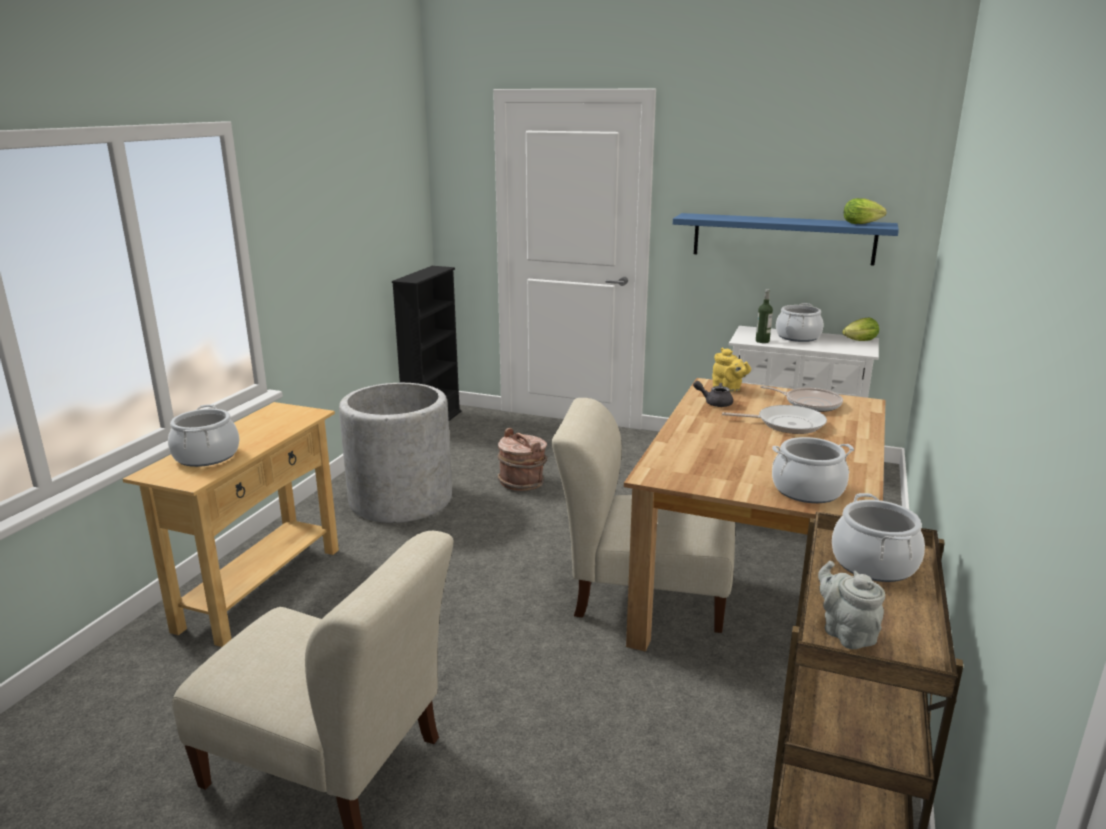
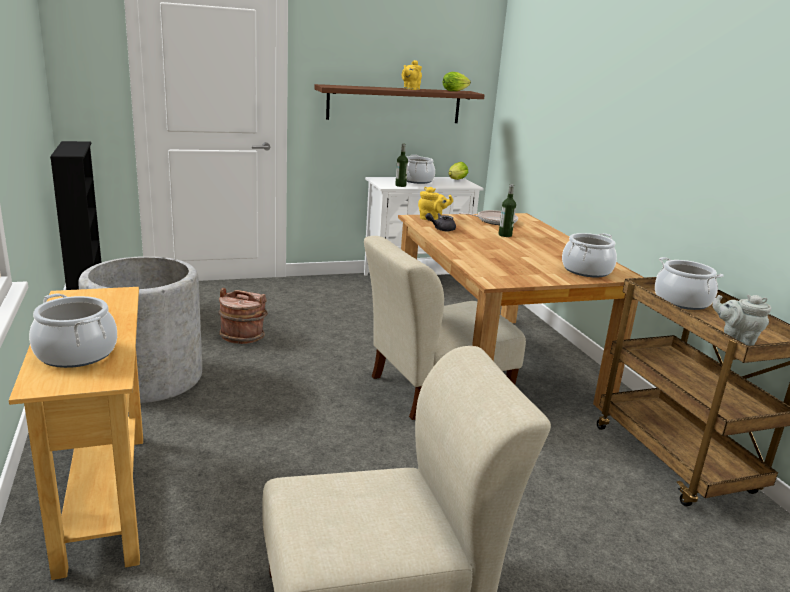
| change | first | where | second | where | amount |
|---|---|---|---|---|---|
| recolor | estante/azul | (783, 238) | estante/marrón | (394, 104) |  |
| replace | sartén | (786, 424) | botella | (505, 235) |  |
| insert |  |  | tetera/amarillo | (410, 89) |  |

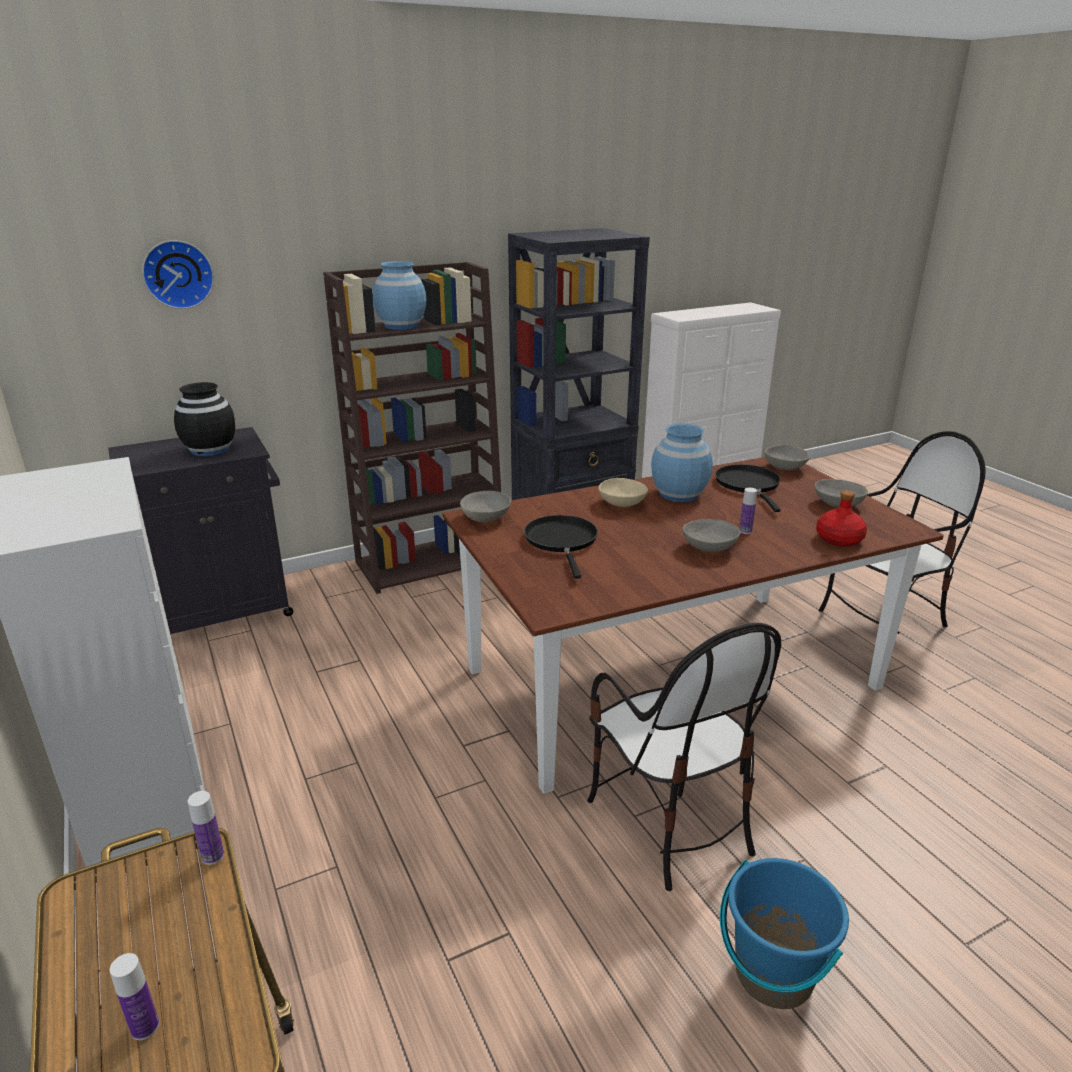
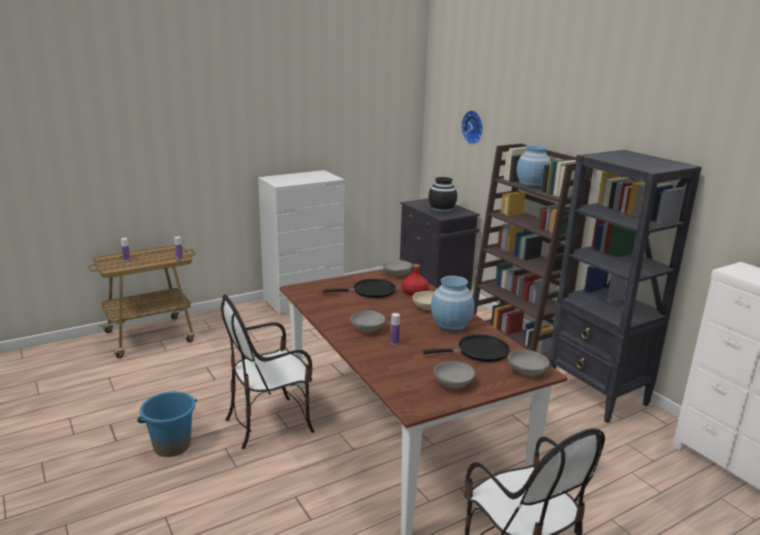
| change | first | where | second | where | amount |
|---|---|---|---|---|---|
| move | botella/rojo | (838, 539) |  | (414, 292) |  |

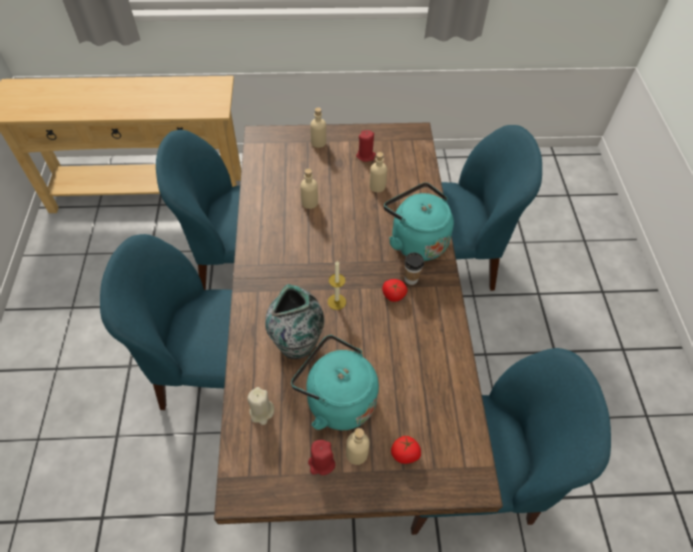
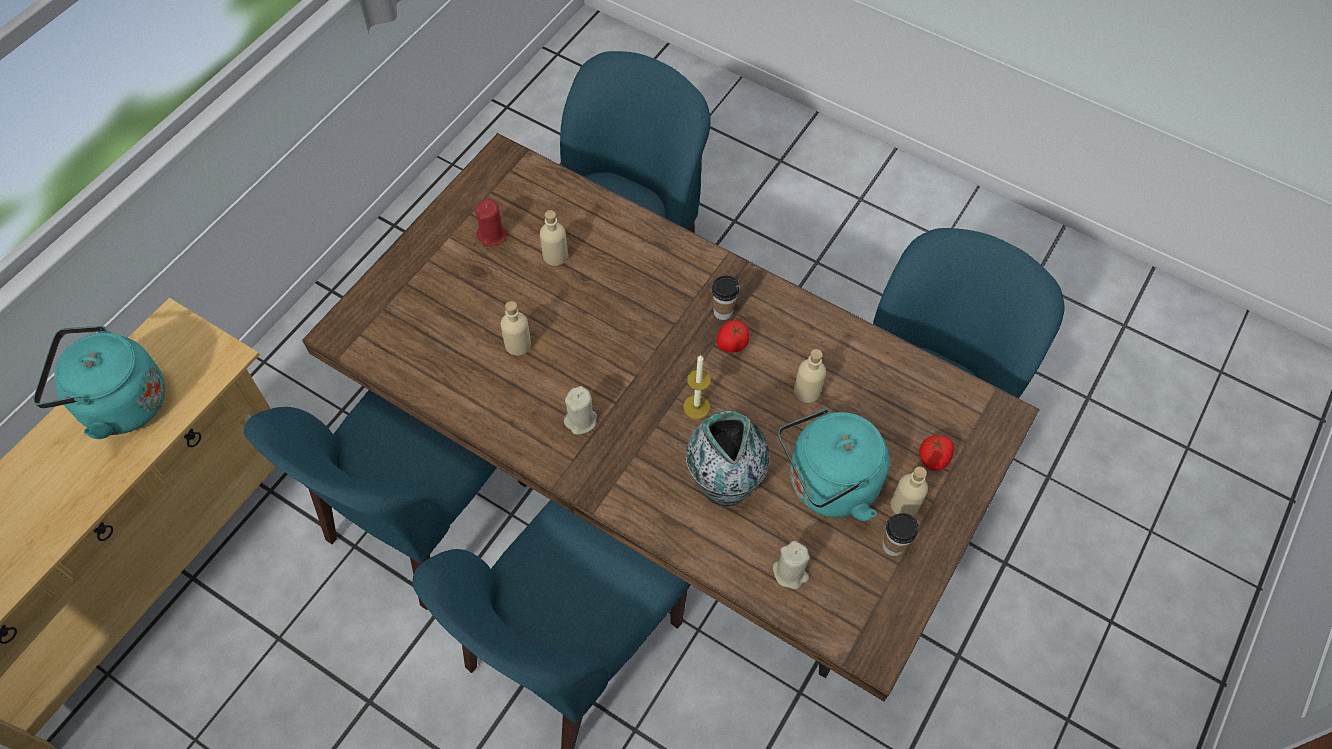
| change | first | where | second | where | amount |
|---|---|---|---|---|---|
| move | botella/beis | (318, 142) |  | (807, 391) |  |
| move | hervidor/turquesa | (415, 240) |  | (118, 403) |  |
| replace | vela/rojo | (321, 463) | taza | (893, 546) |  |
| insert |  |  | vela/beis | (581, 420) |  |

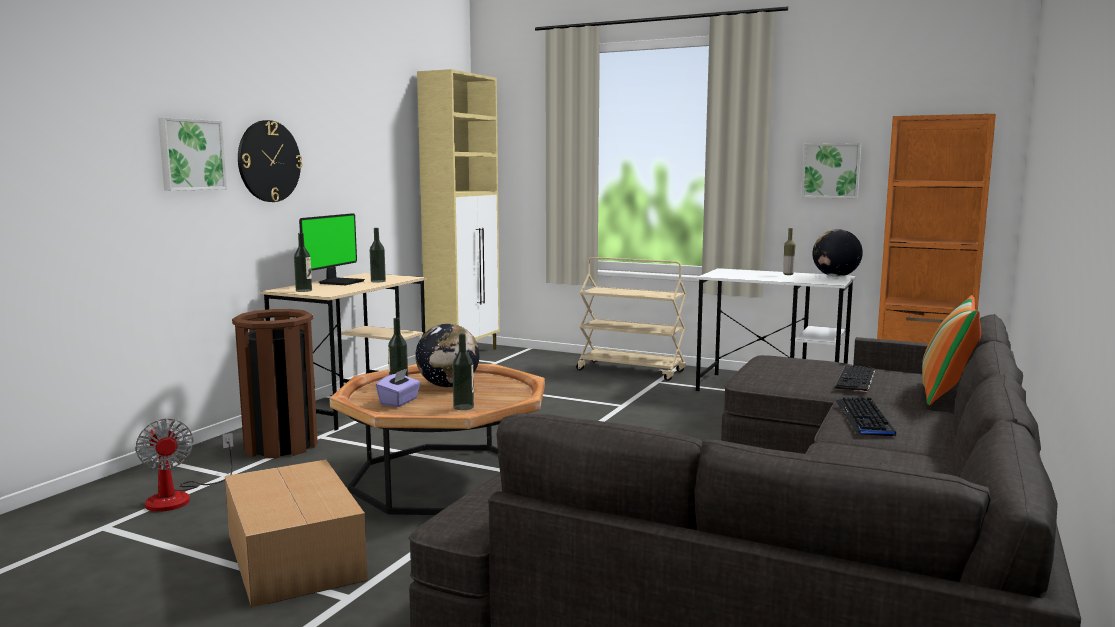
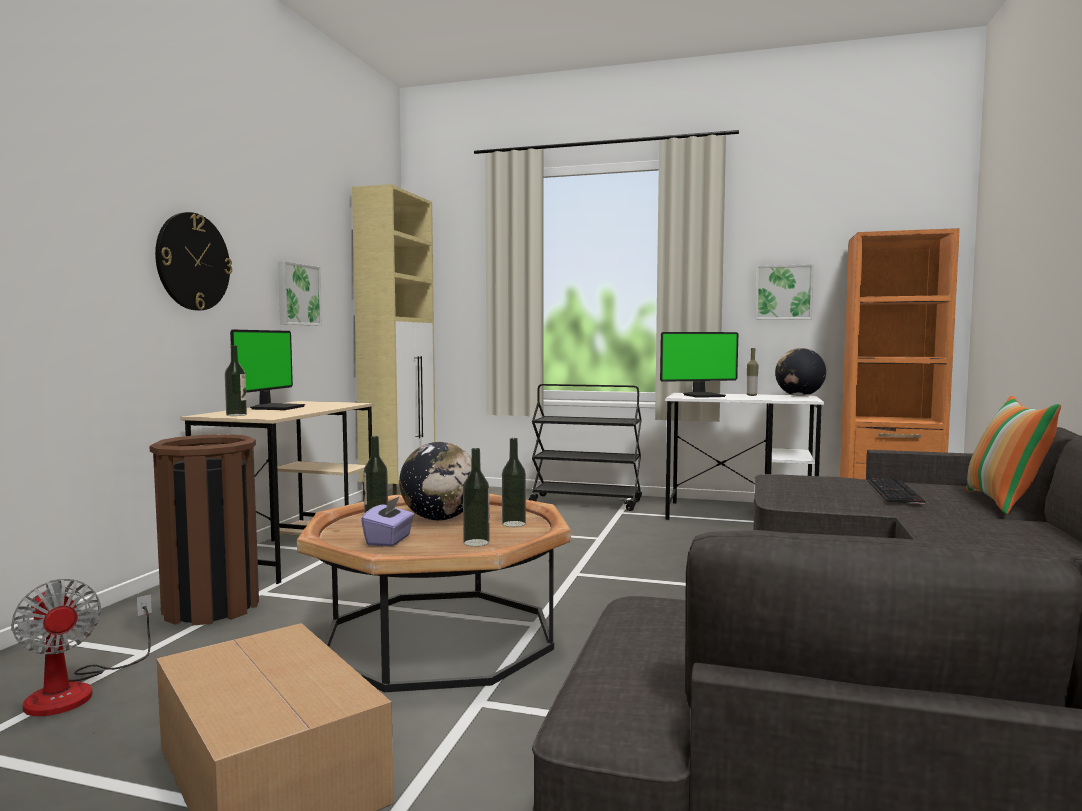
| change | first | where | second | where | amount |
|---|---|---|---|---|---|
| move | cuadro | (190, 154) |  | (297, 294) |  |
| move | botella | (378, 281) |  | (513, 524) |  |
| recolor | carrito/beis | (631, 371) | carrito/negro | (586, 503) |  |
| delete | teclado | (864, 418) |  |  |  |
| insert |  |  | monitor | (703, 396) |  |

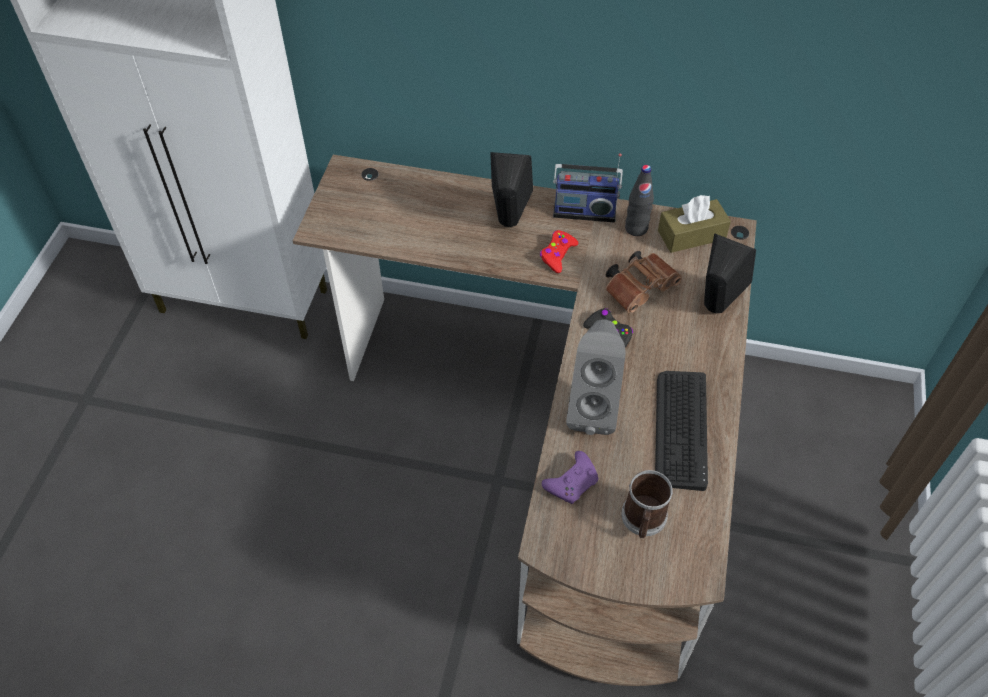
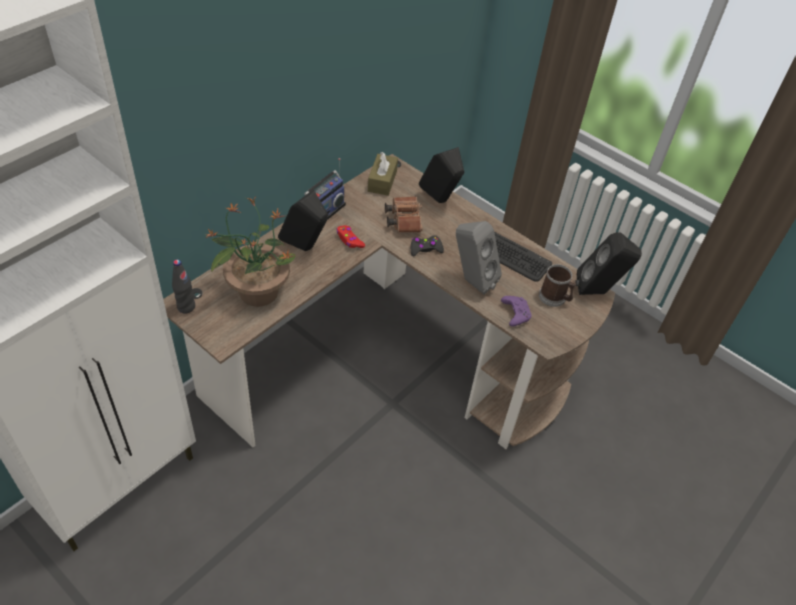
| change | first | where | second | where | amount |
|---|---|---|---|---|---|
| move | botella/negro | (636, 228) |  | (186, 307) |  |
| insert |  |  | planta en maceta | (257, 291) |  |
| insert |  |  | altavoz/negro | (598, 292) |  |

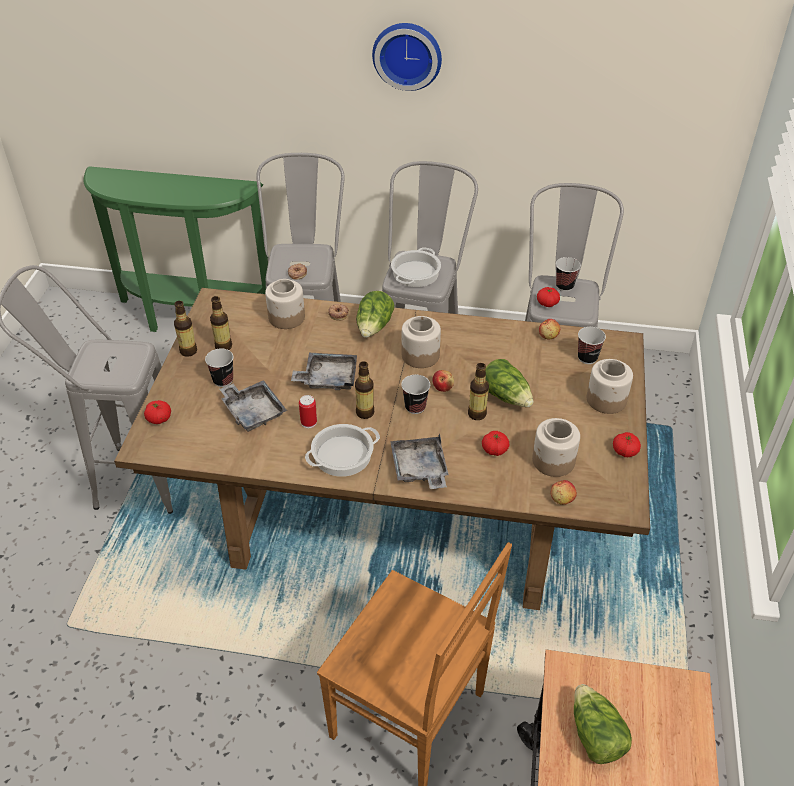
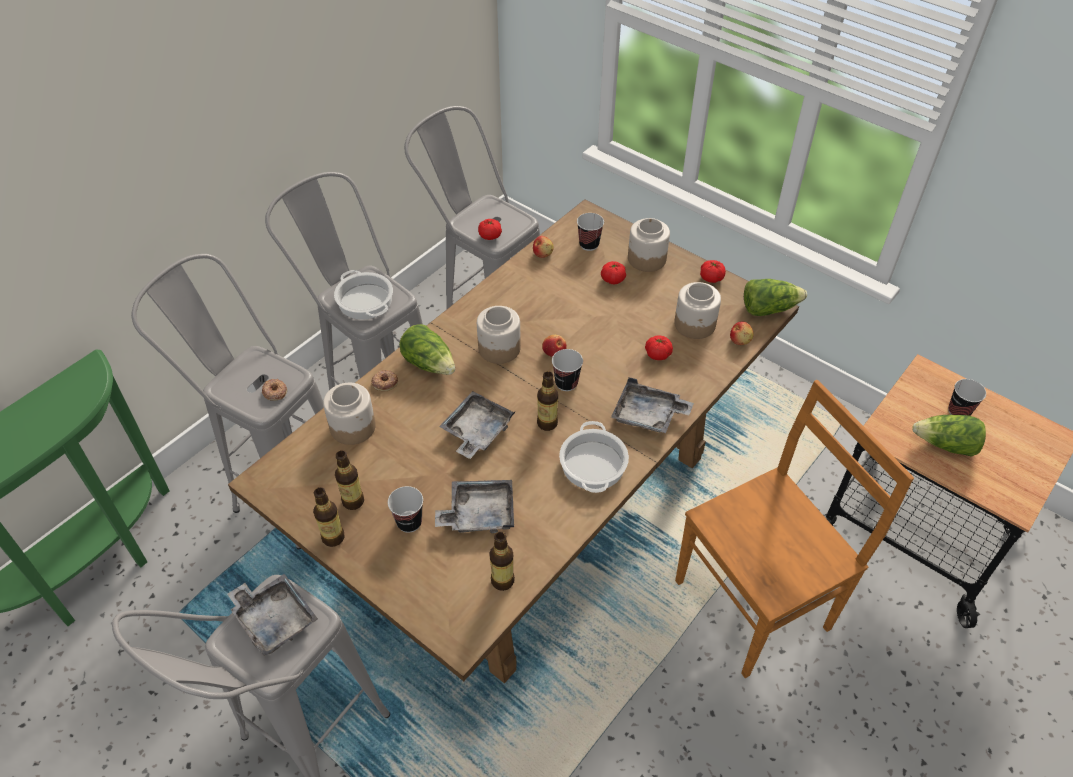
| change | first | where | second | where | amount |
|---|---|---|---|---|---|
| delete | reloj de pared | (407, 54) |  |  |  |
| move | taza | (564, 286) |  | (958, 411) |  |
| move | lechuga | (506, 396) |  | (768, 308) |  |
| move | botella | (477, 414) |  | (502, 581) |  |
| delete | lata | (309, 422) |  |  |  |
| move | tomate | (159, 419) |  | (613, 279) |  |
| insert |  |  | bandeja/gris | (274, 619) |  |

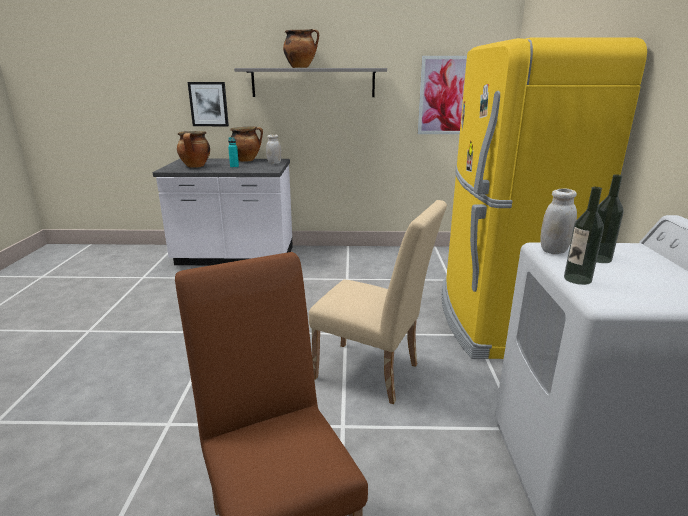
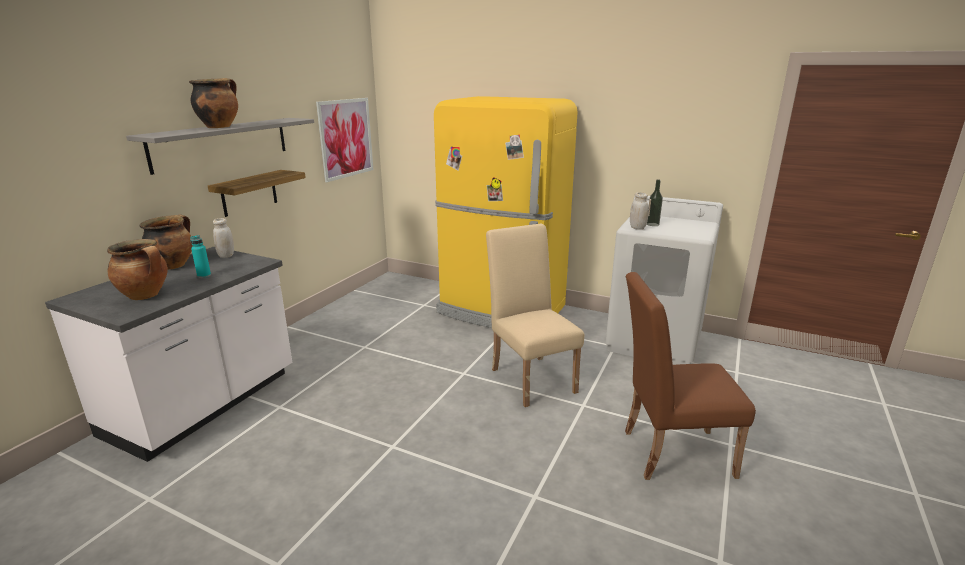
| change | first | where | second | where | amount |
|---|---|---|---|---|---|
| delete | cuadro | (208, 104) |  |  |  |
| delete | botella | (577, 279) |  |  |  |
| rotate | silla/beis | (373, 374) |  | (530, 376) | 75 degrees counterclockwise |
| insert |  |  | estante | (249, 193) |  |

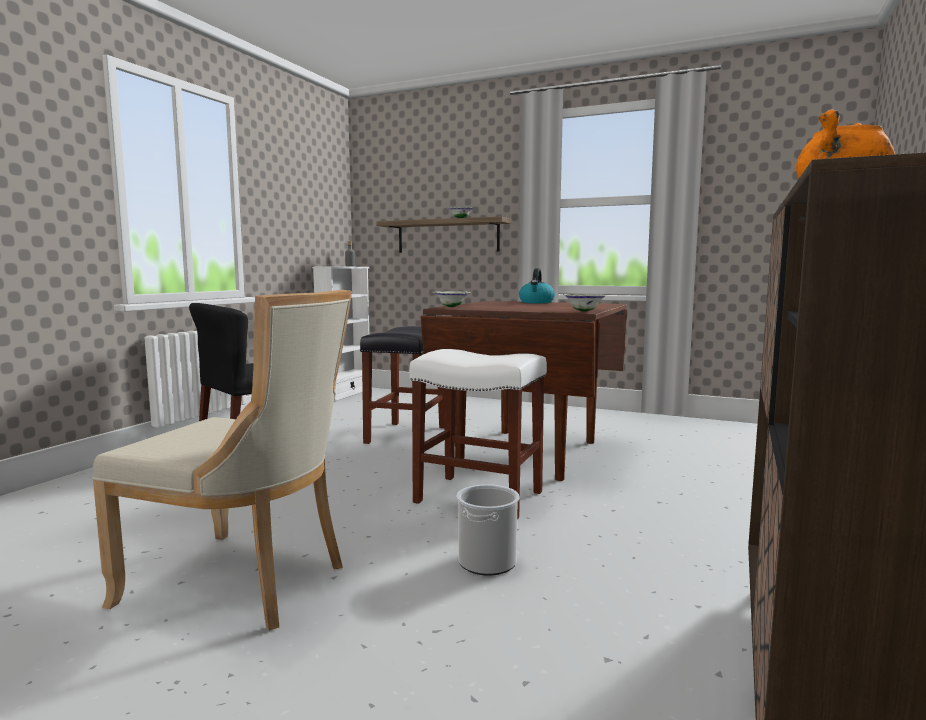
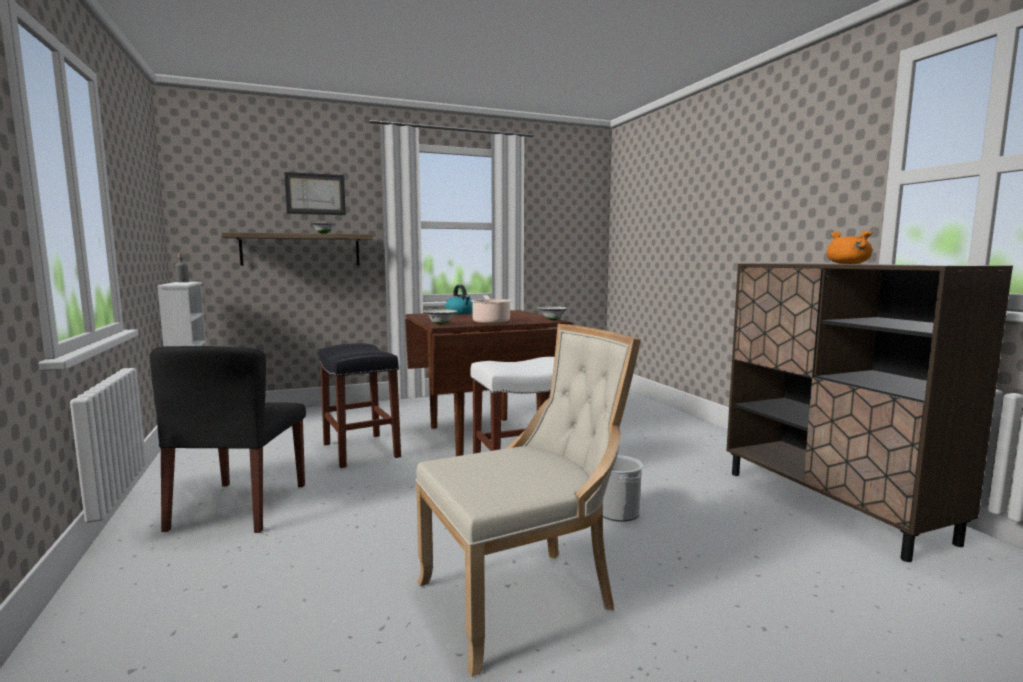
| change | first | where | second | where | amount |
|---|---|---|---|---|---|
| insert |  |  | cuadro | (315, 194) |  |
| insert |  |  | olla | (490, 322) |  |

